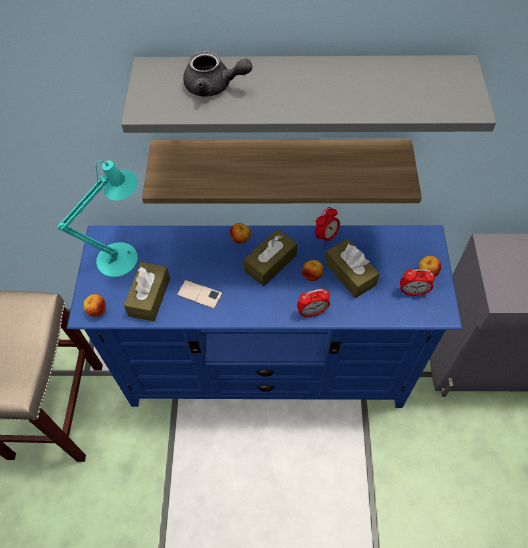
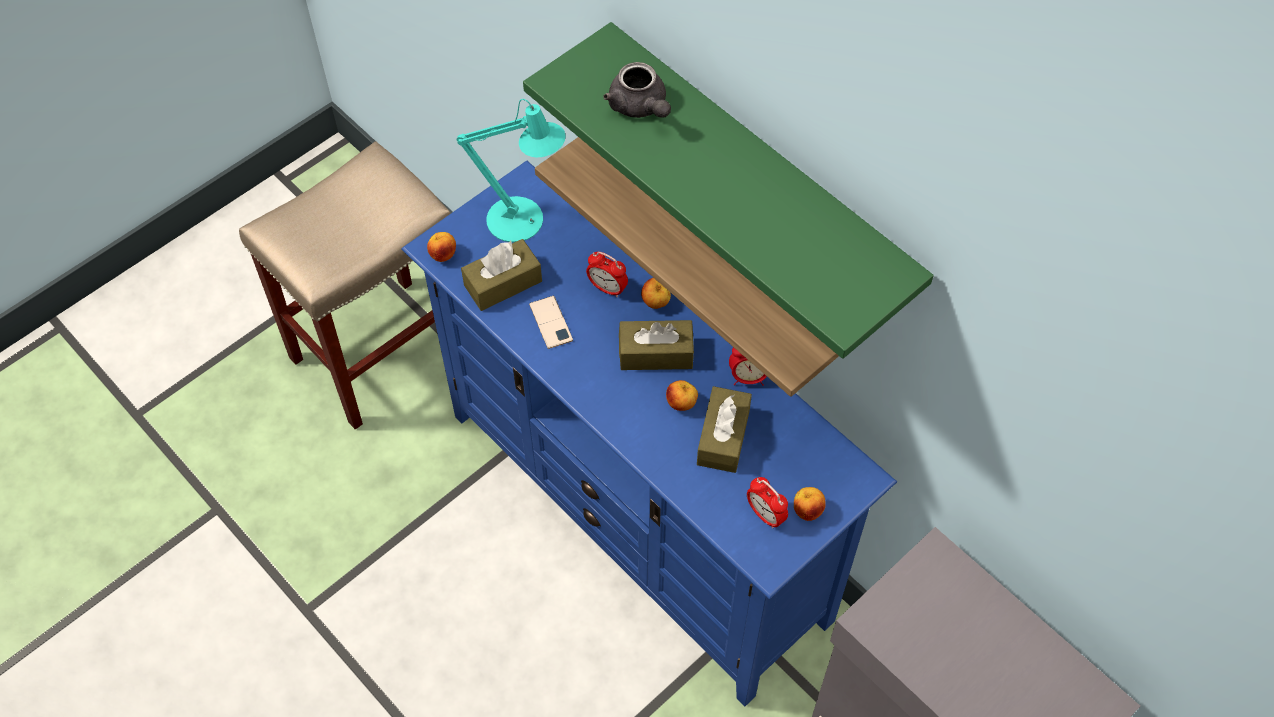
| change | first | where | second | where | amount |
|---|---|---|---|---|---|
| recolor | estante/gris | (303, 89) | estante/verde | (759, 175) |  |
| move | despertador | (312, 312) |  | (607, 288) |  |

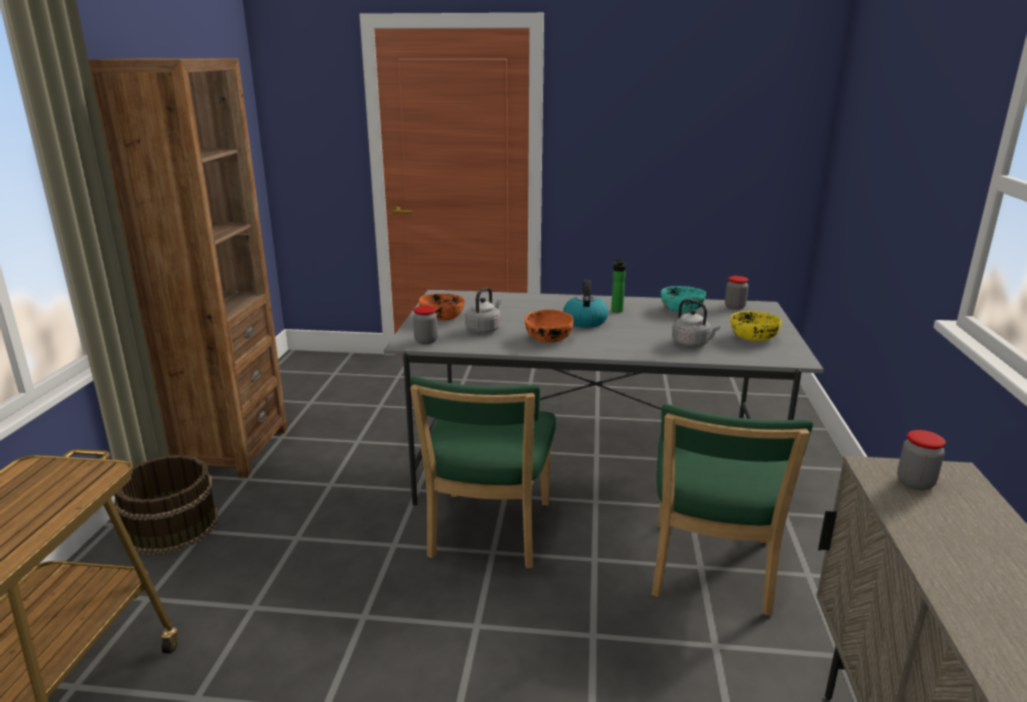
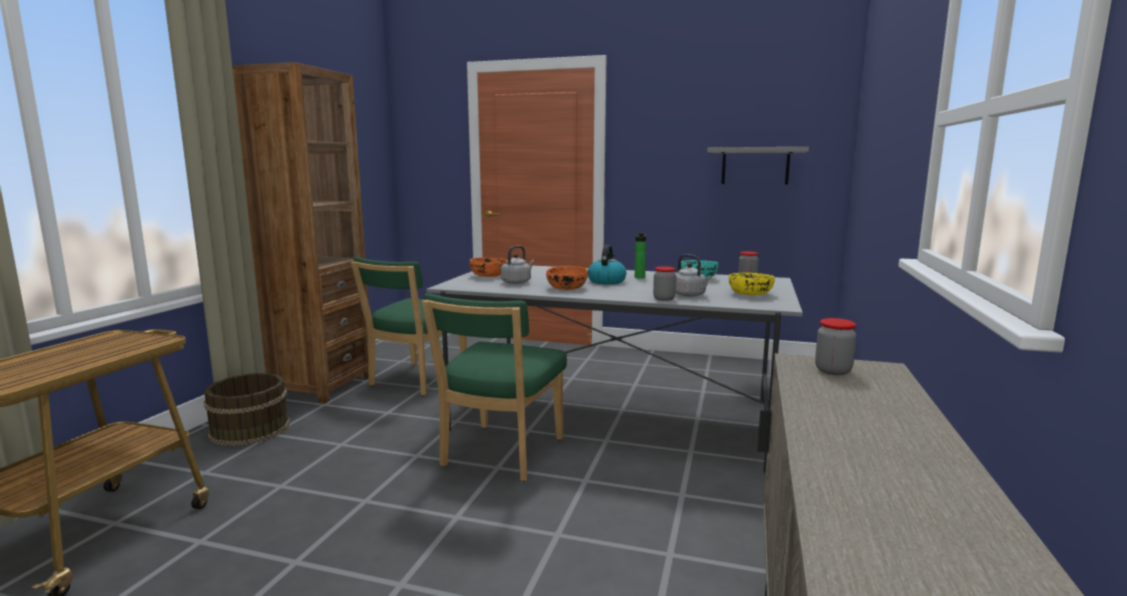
| change | first | where | second | where | amount |
|---|---|---|---|---|---|
| move | tarro | (426, 341) |  | (664, 299) |  |
| move | silla/verde | (710, 572) |  | (415, 380) |  |
| insert |  |  | estante/gris | (755, 166) |  |

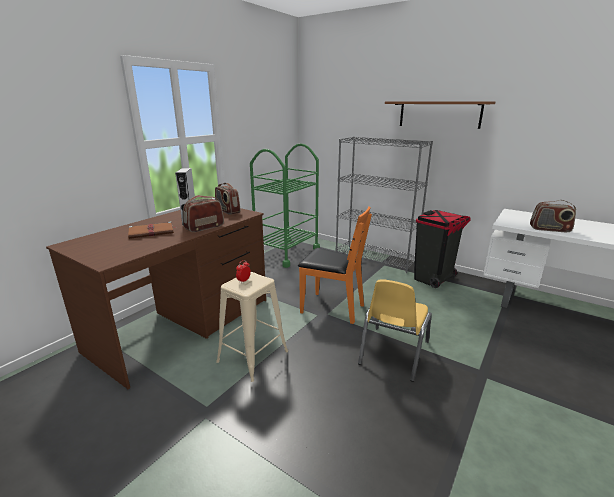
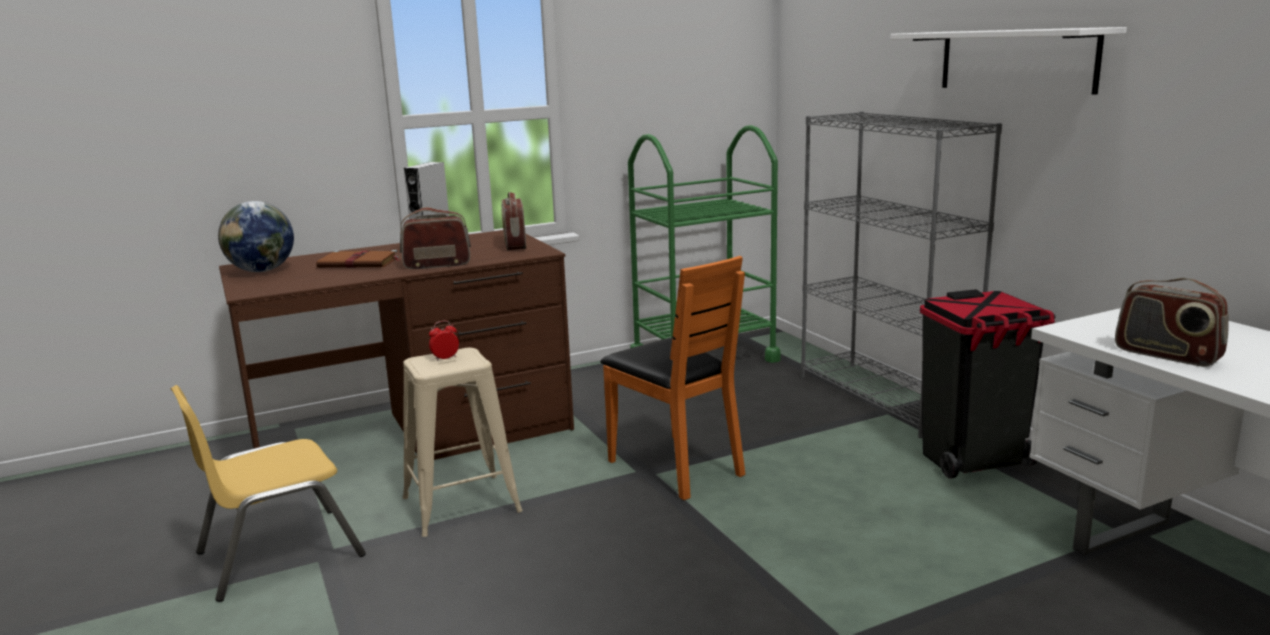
| change | first | where | second | where | amount |
|---|---|---|---|---|---|
| recolor | estante/marrón | (439, 114) | estante/blanco | (1016, 60) |  |
| move | silla/amarillo | (393, 352) |  | (279, 553) |  |
| insert |  |  | globo terráqueo | (262, 271) |  |

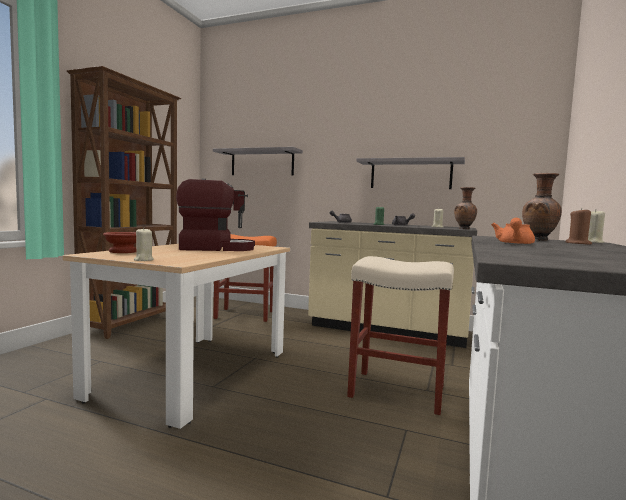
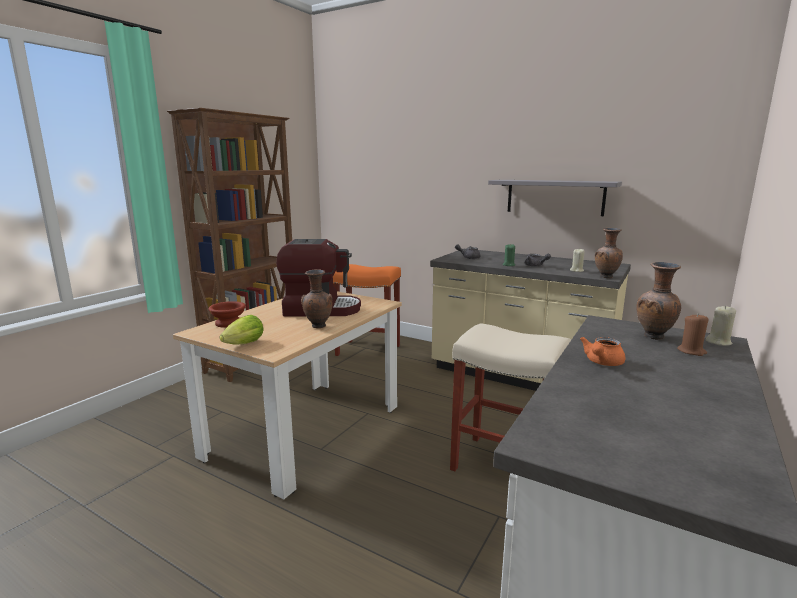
| change | first | where | second | where | amount |
|---|---|---|---|---|---|
| delete | estante/gris | (262, 163) |  |  |  |
| replace | vela/beis | (143, 260) | lechuga | (242, 345) |  |
| insert |  |  | florero/marrón | (317, 326) |  |

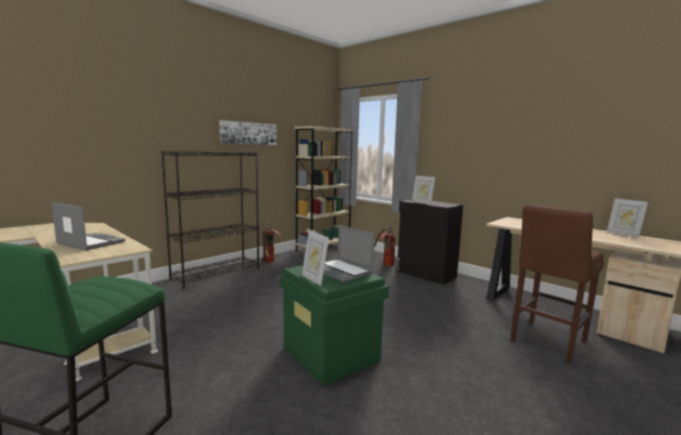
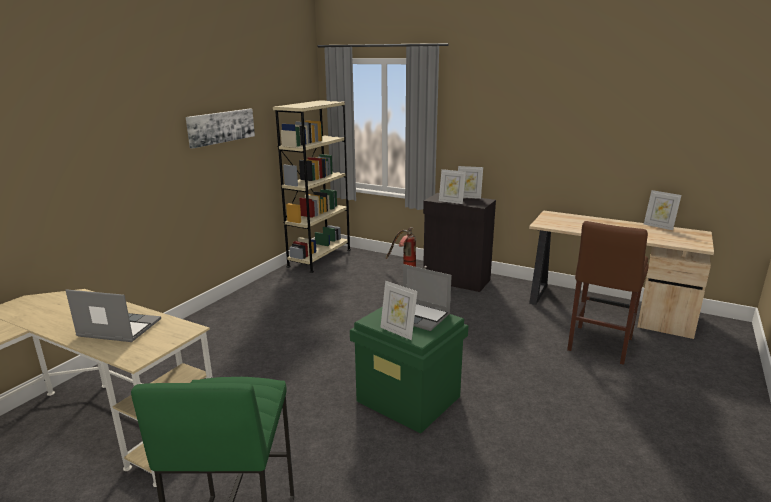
| change | first | where | second | where | amount |
|---|---|---|---|---|---|
| delete | estantería/negro | (217, 274) |  |  |  |
| delete | extintor | (269, 262) |  |  |  |
| insert |  |  | portarretratos | (468, 197) |  |

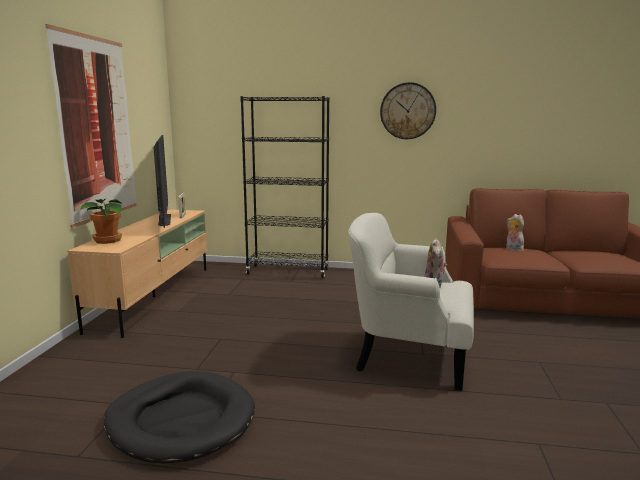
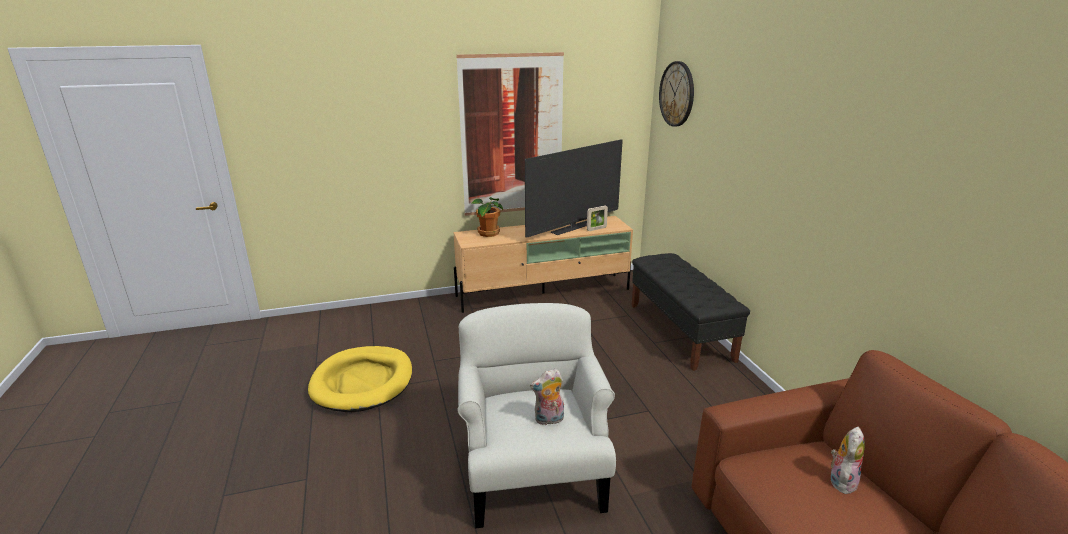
| change | first | where | second | where | amount |
|---|---|---|---|---|---|
| move | reloj de pared | (407, 111) |  | (677, 94) |  |
| replace | estantería/negro | (288, 271) | banco/negro | (680, 332) |  |
| recolor | cama para perro/negro | (181, 420) | cama para perro/amarillo | (363, 382) |  |

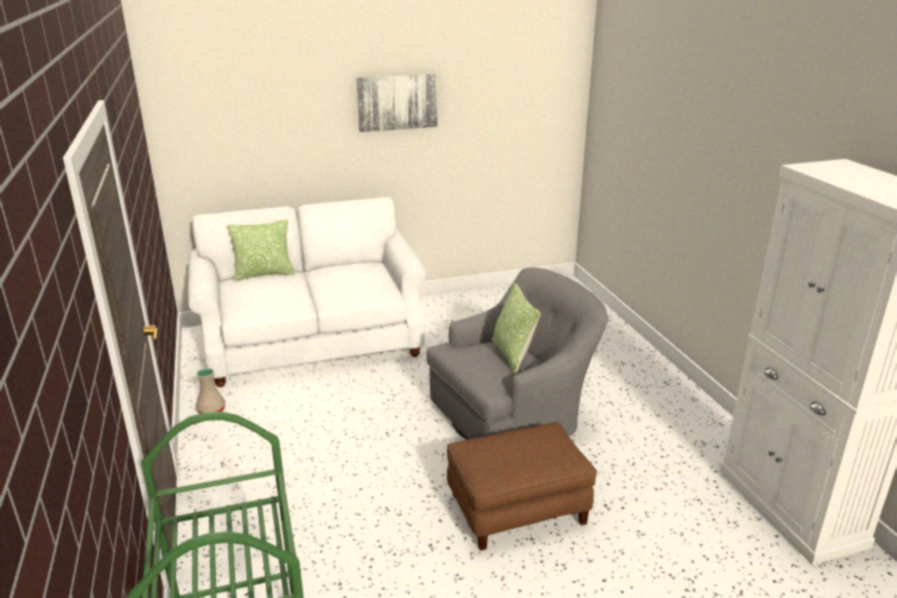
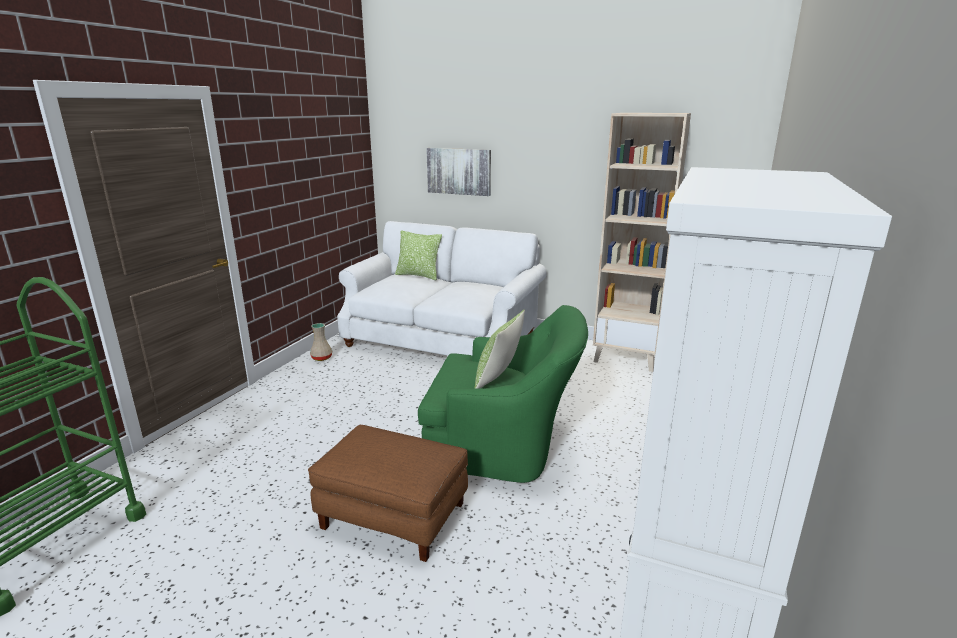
| change | first | where | second | where | amount |
|---|---|---|---|---|---|
| move | cuadro | (397, 102) |  | (459, 171) |  |
| recolor | sillón/gris | (514, 414) | sillón/verde | (504, 445) |  |
| insert |  |  | estantería/beis | (627, 357) |  |

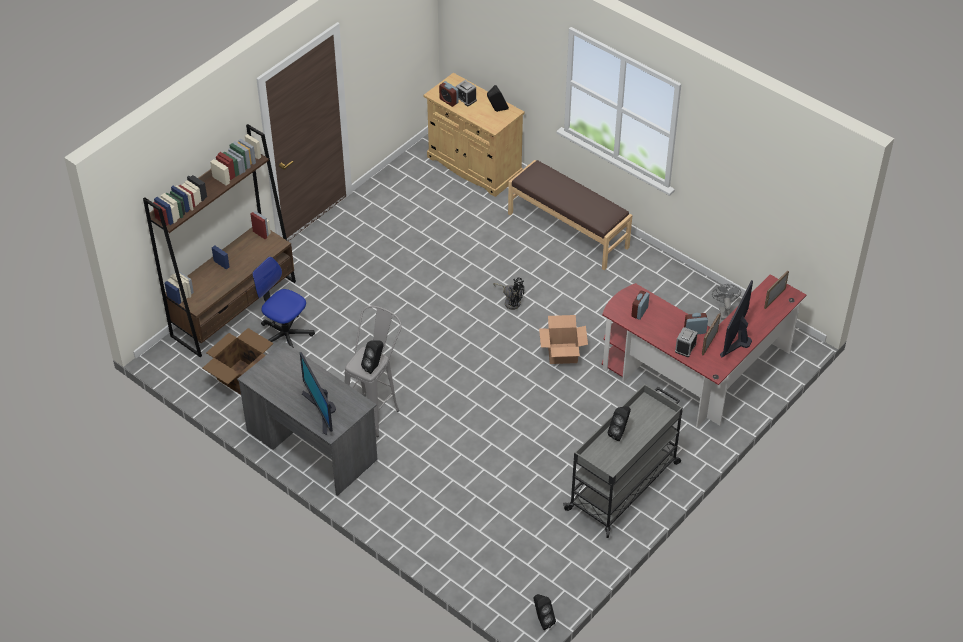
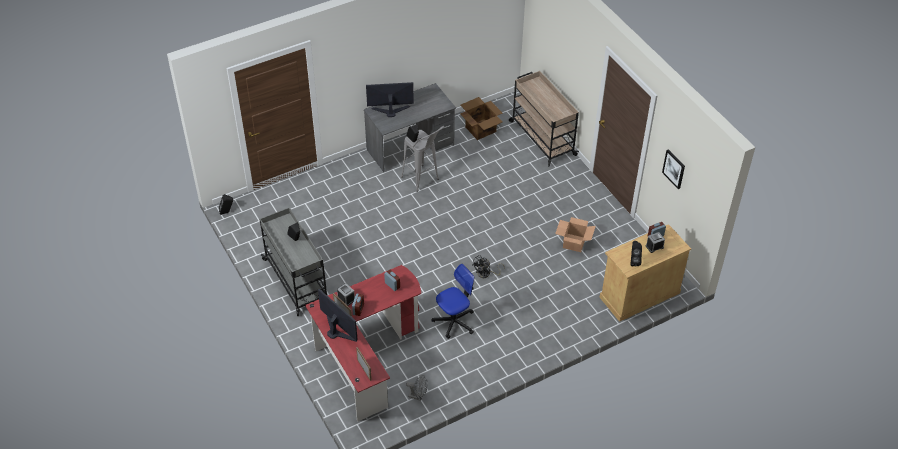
| change | first | where | second | where | amount |
|---|---|---|---|---|---|
| replace | estantería/marrón | (234, 308) | carrito/beis | (541, 137) |  |
| delete | banco/marrón | (568, 230) |  |  |  |
| move | silla de oficina | (285, 336) |  | (454, 321) |  |
| move | caja de cartón | (563, 353) |  | (574, 243) |  |
| insert |  |  | cuadro | (674, 168) |  |

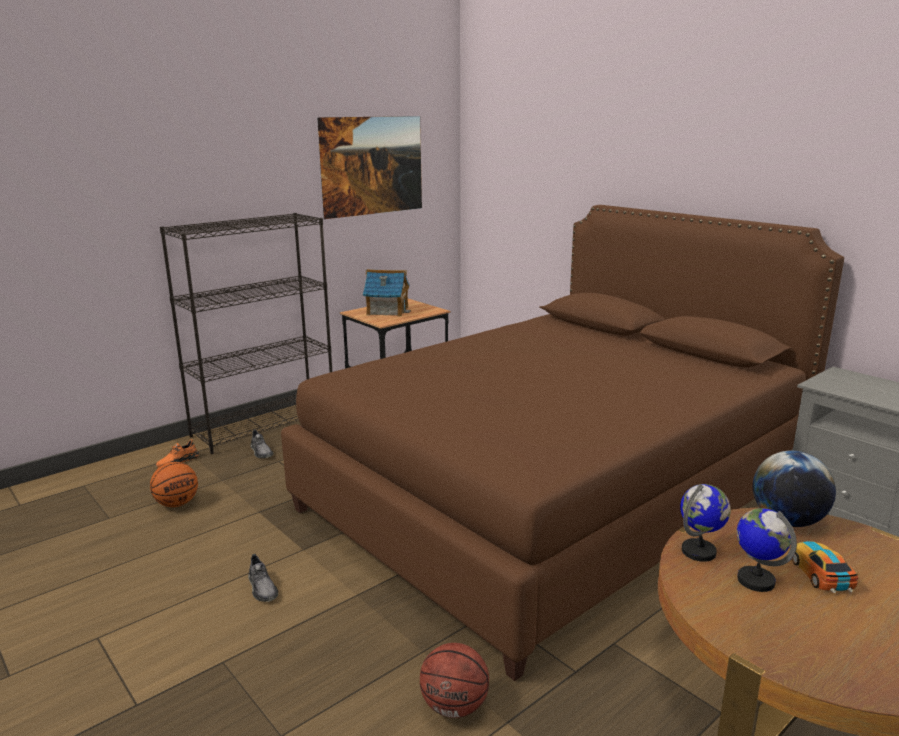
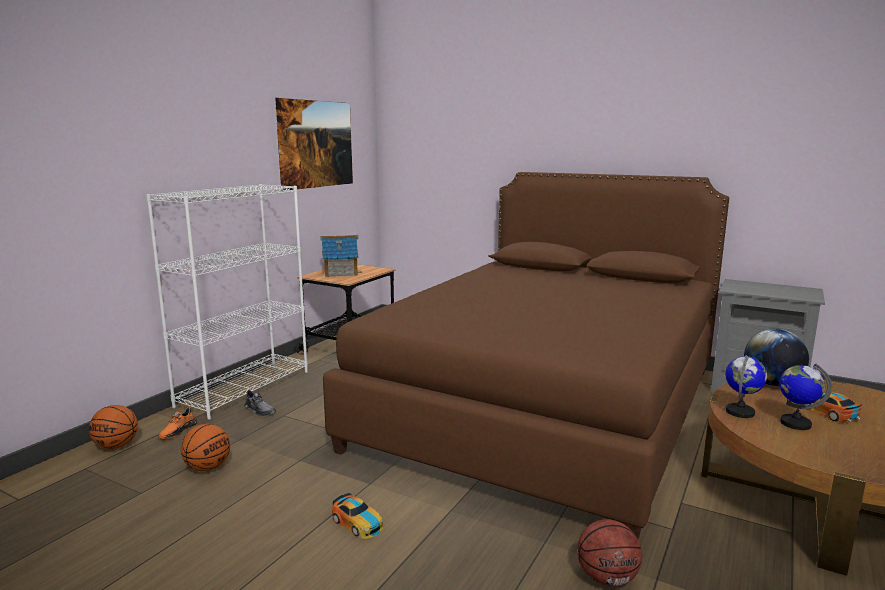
| change | first | where | second | where | amount |
|---|---|---|---|---|---|
| recolor | estantería/negro | (265, 425) | estantería/blanco | (245, 388) |  |
| replace | zapato/gris | (262, 588) | coche de juguete | (358, 523) |  |
| insert |  |  | balón de baloncesto | (116, 446) |  |

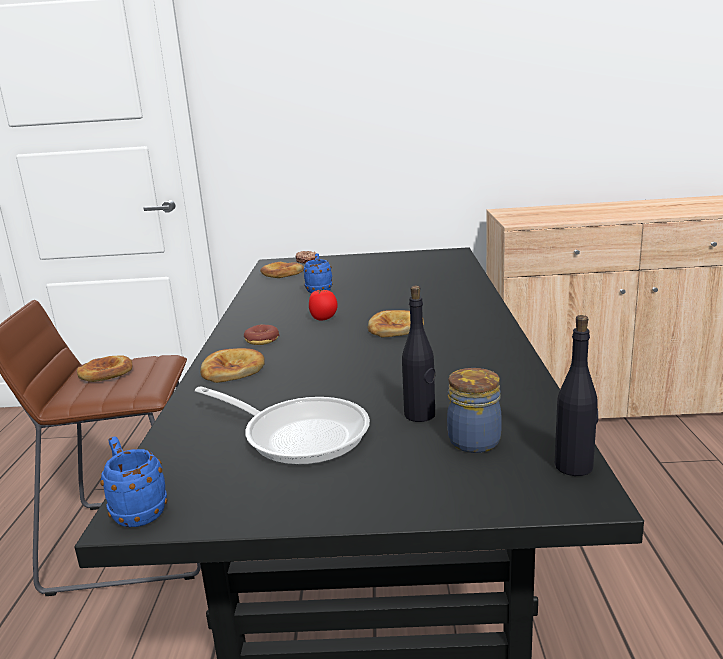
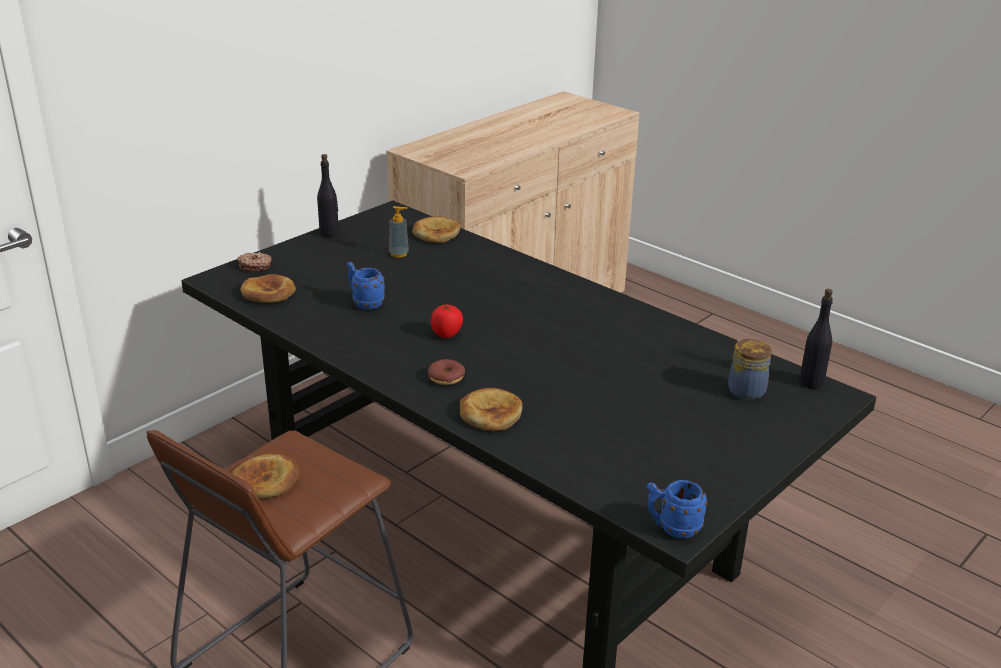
| change | first | where | second | where | amount |
|---|---|---|---|---|---|
| move | botella/negro | (420, 415) |  | (329, 233) |  |
| move | pan | (395, 328) |  | (436, 233) |  |
| delete | sartén | (298, 434) |  |  |  |
| insert |  |  | dispensador de jabón | (399, 254) |  |

